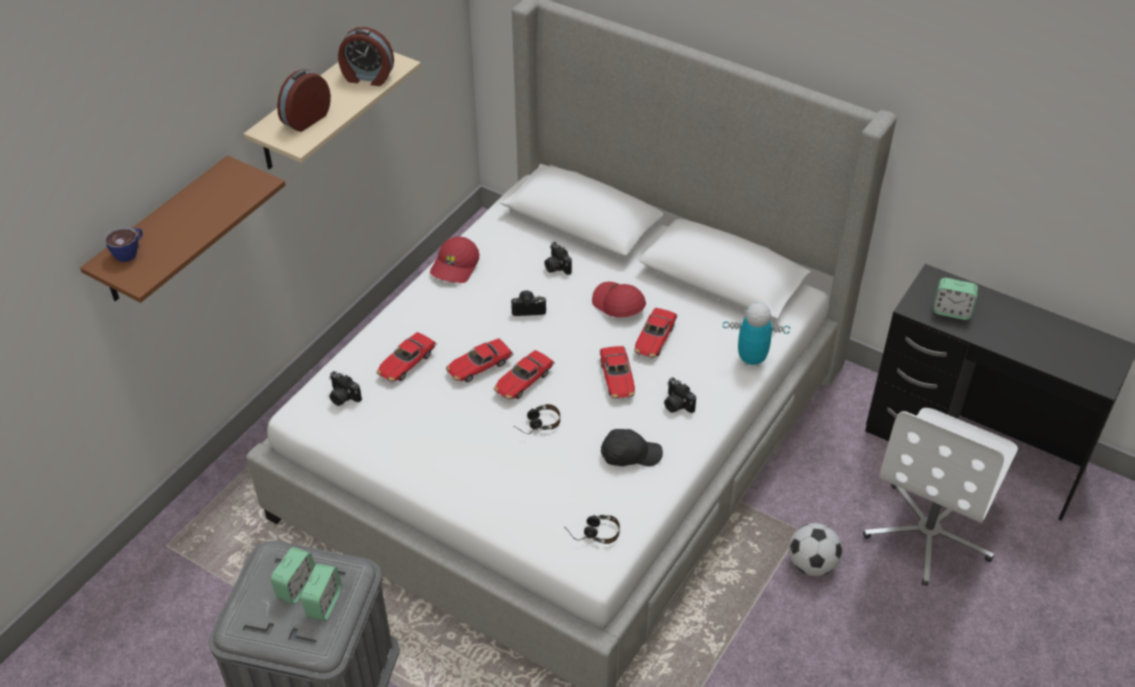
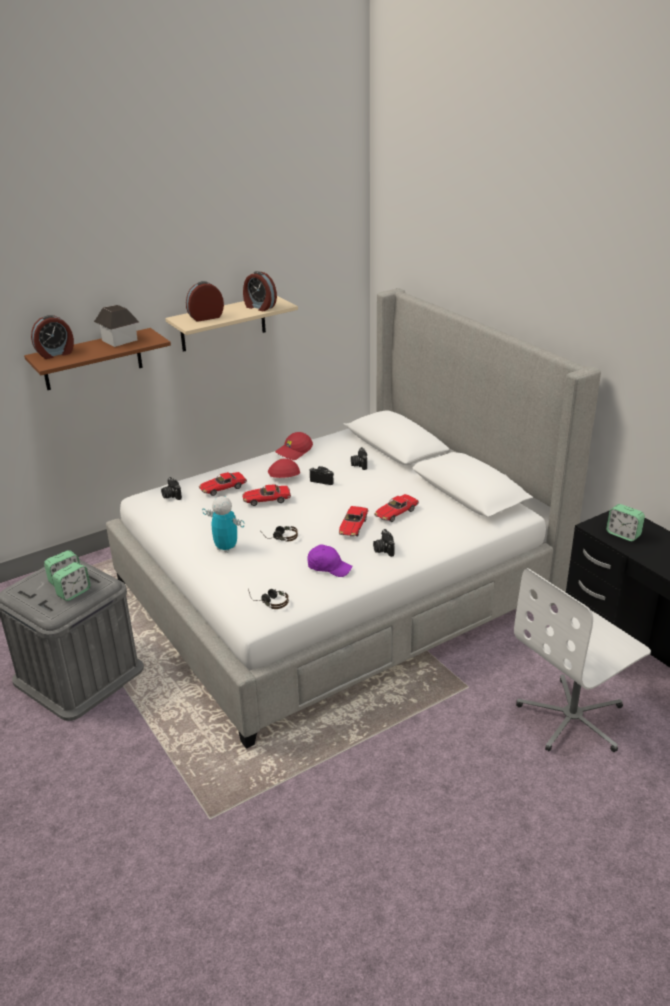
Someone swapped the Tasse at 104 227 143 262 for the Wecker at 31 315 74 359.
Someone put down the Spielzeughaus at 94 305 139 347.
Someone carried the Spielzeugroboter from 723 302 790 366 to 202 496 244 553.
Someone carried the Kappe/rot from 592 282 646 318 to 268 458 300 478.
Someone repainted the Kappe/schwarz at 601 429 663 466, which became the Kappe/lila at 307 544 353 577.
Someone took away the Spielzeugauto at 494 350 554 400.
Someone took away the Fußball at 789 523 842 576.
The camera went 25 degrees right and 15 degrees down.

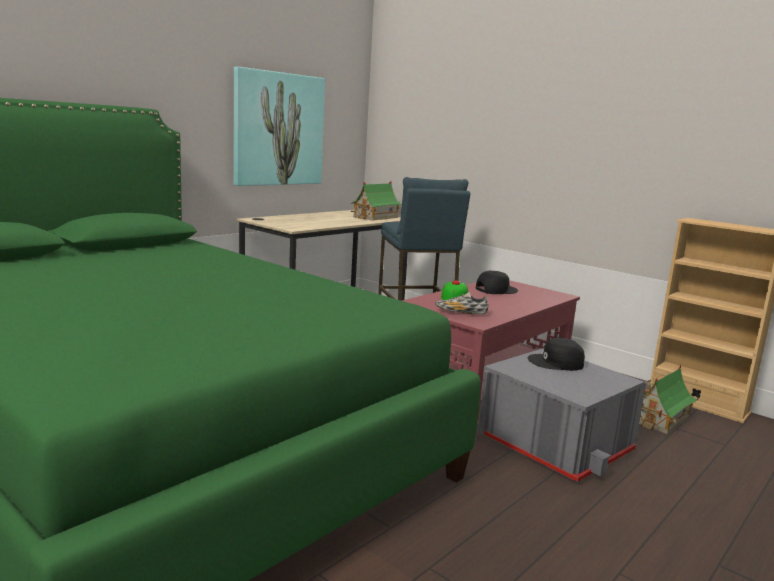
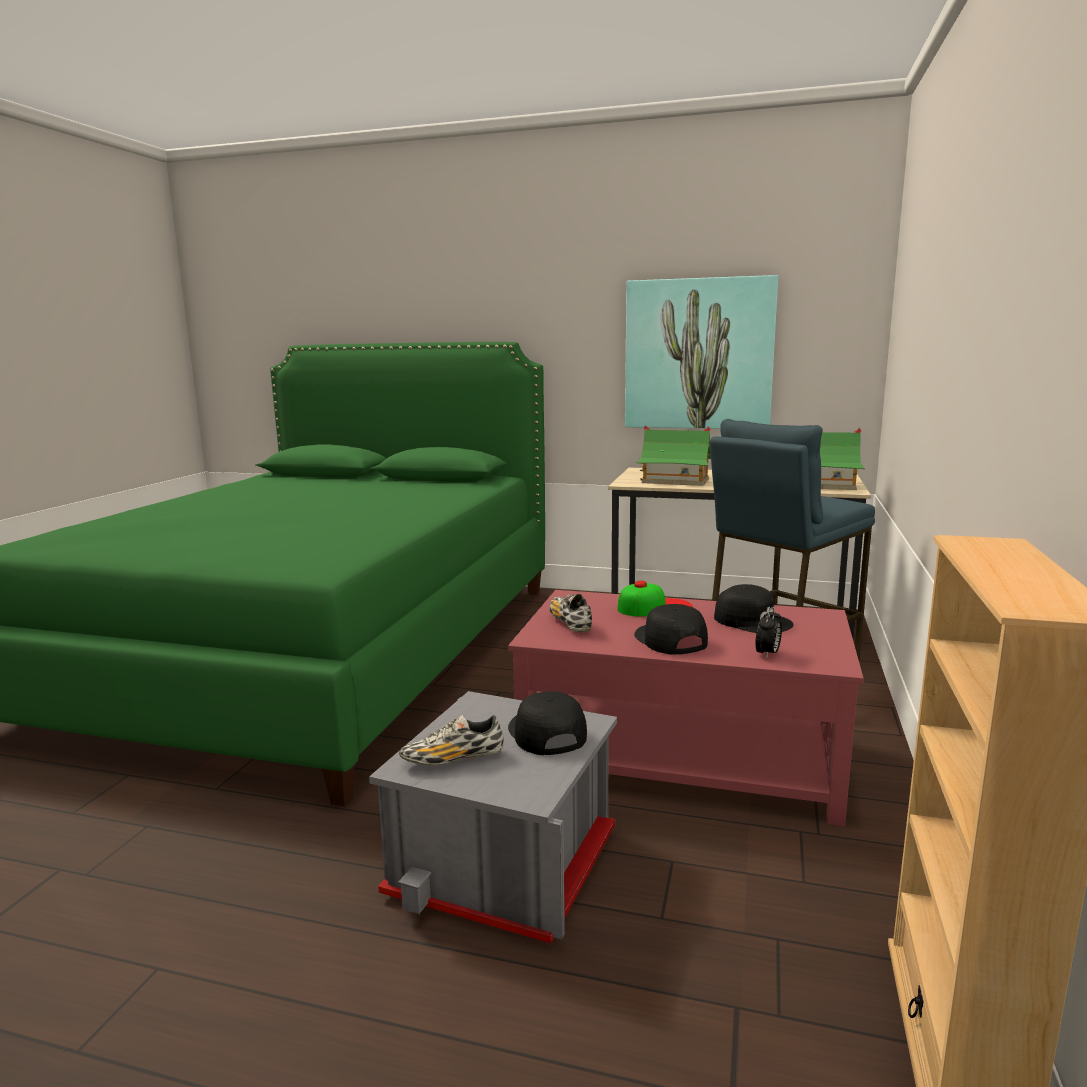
Someone put down the Schuh at 399 715 504 765.
Someone put down the Kappe/schwarz at 634 604 708 655.
Someone carried the Spielzeughaus from 639 365 698 434 to 637 425 711 486.
Someone put down the Wecker at 755 607 782 659.
The camera went 65 degrees right and 0 degrees up.

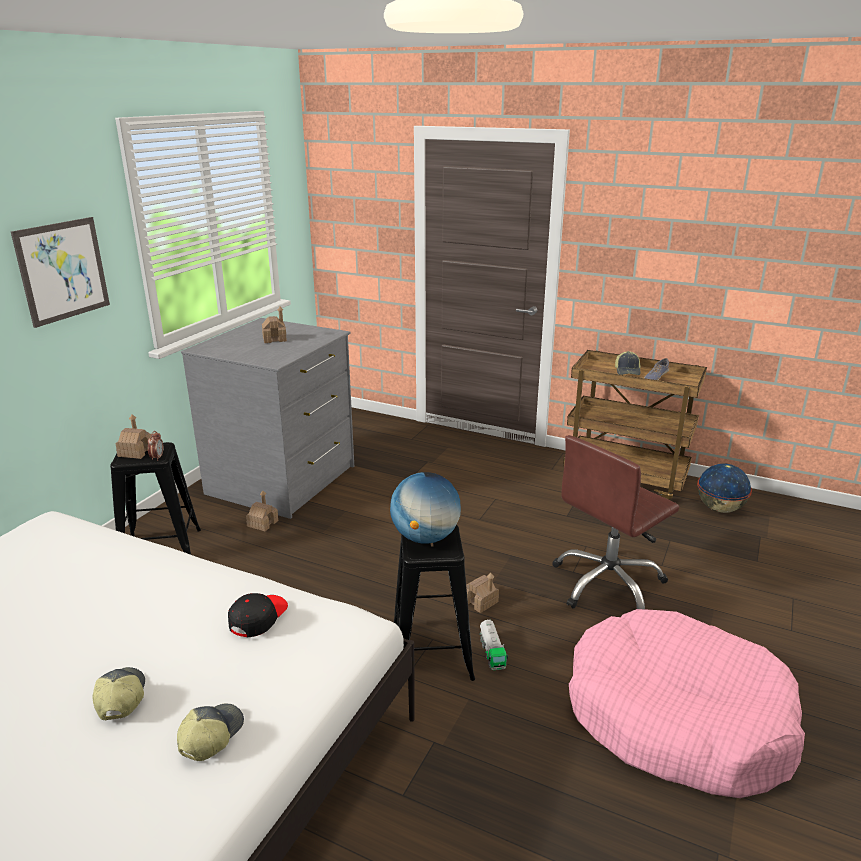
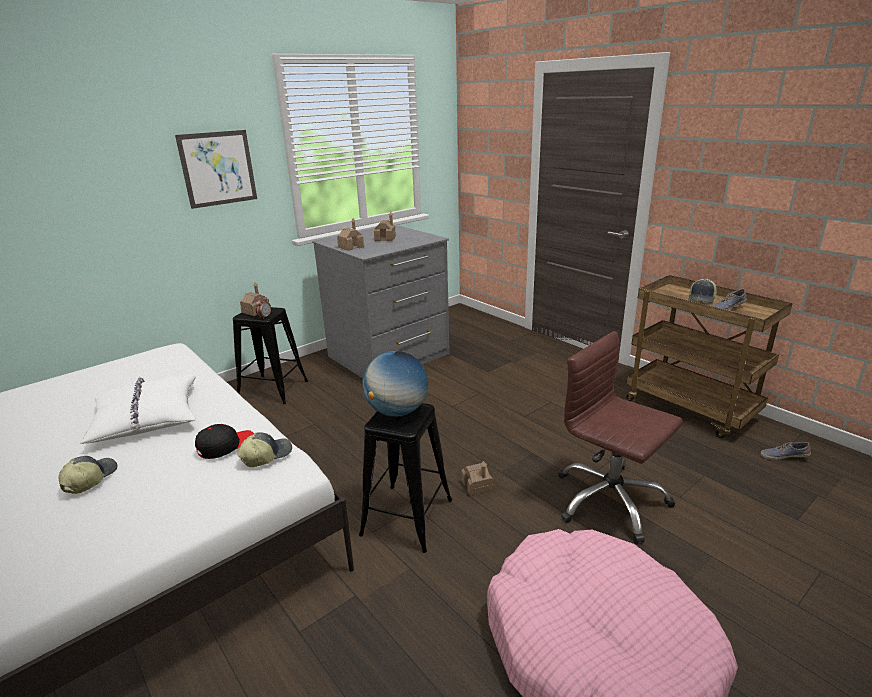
Someone put down the Kissen/weiß at 80 375 196 444.
Someone carried the Kappe from 177 703 244 762 to 237 432 292 467.
Someone carried the Spielzeughaus from 246 491 278 532 to 337 218 364 251.
Someone rotated the Bürostuhl/braun at 552 435 679 609 by 60 degrees clockwise.
Someone swapped the Globus at 697 464 752 513 for the Schuh at 760 442 811 460.
Someone took away the Spielzeuglaster at 480 619 508 670.
The camera went 25 degrees right and 0 degrees up.

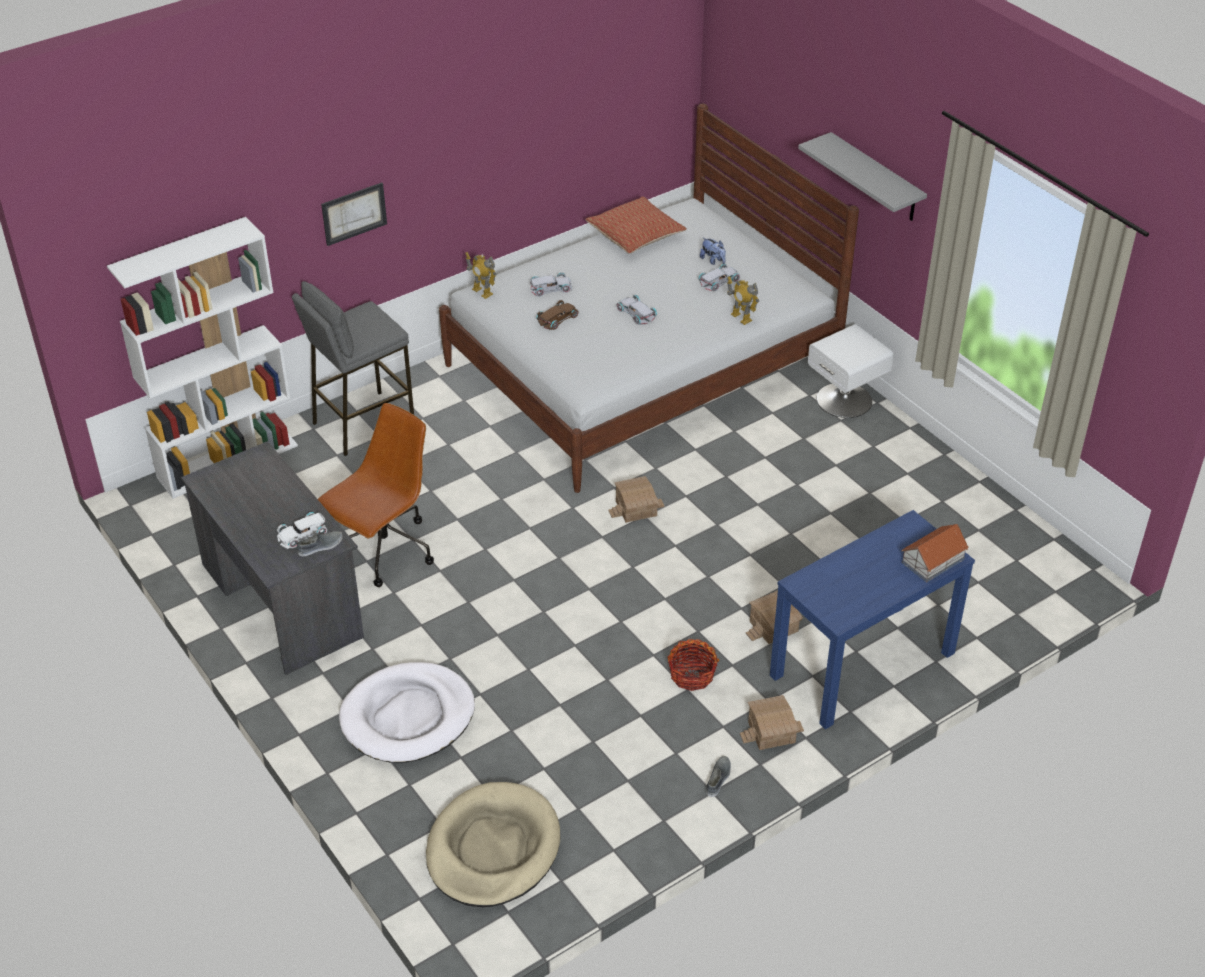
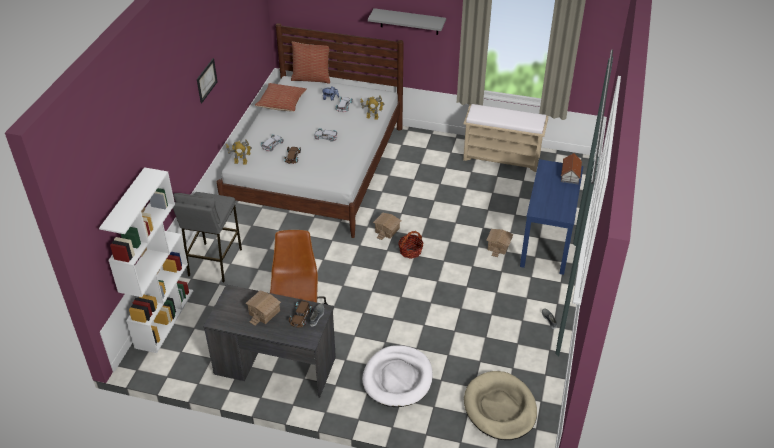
Someone carried the Bild from 321 182 387 246 to 197 58 218 103.
Someone carried the Spielzeughaus from 740 695 804 750 to 245 290 281 326.
Someone repainted the Spielzeugauto/weiß at 277 512 328 549, which became the Spielzeugauto/braun at 289 301 313 327.
Someone put down the Kissen at 291 42 330 84.
Someone carried the Korb from 667 639 719 691 to 398 231 424 259.
Someone put down the Bank/beige at 463 104 548 172.
Someone took away the Nachttisch/weiß at 808 324 893 418.
The camera went 40 degrees left and 0 degrees up.

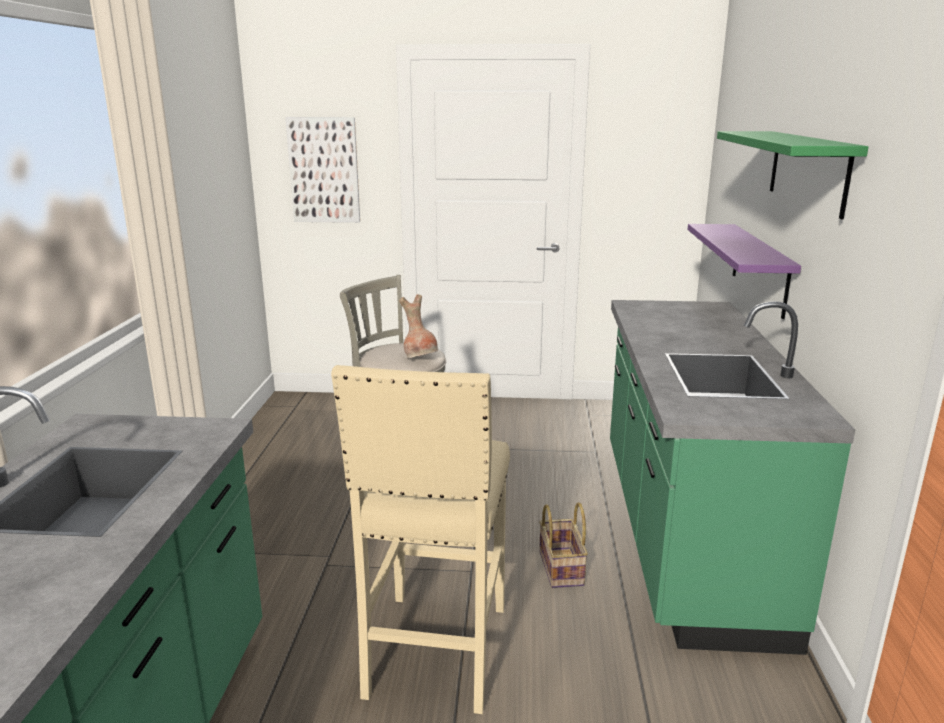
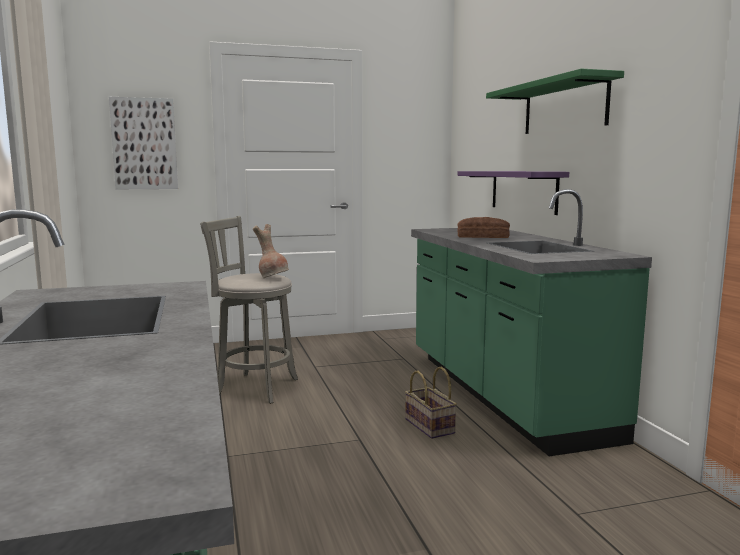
Someone put down the Brot at 457 217 510 238.
Someone took away the Hocker/beige at 331 365 510 714.
The camera went 20 degrees left and 10 degrees down.

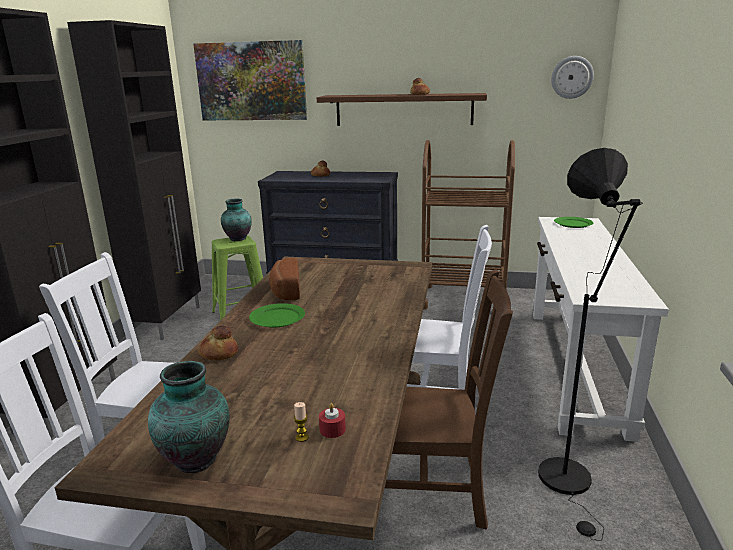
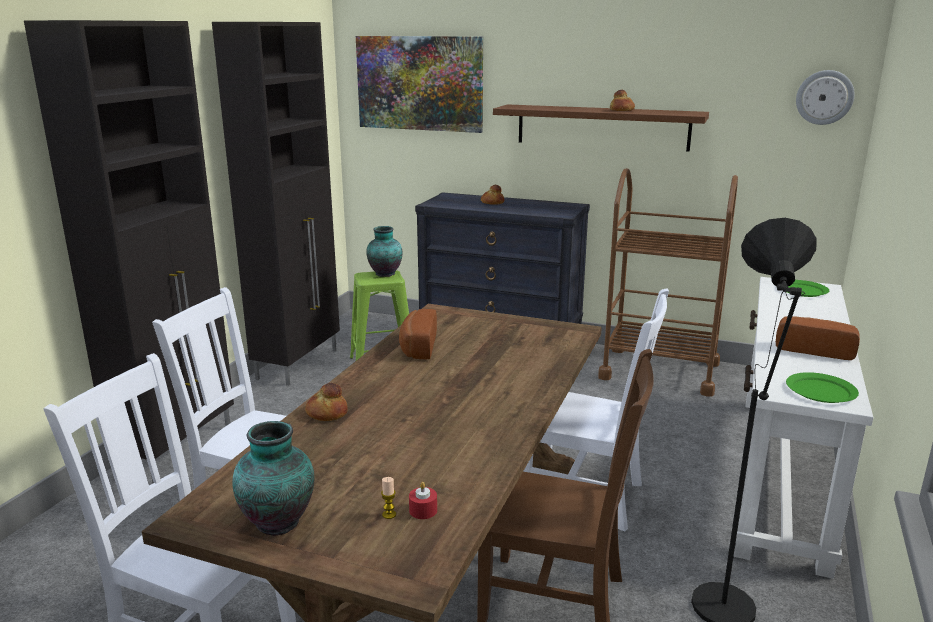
Someone put down the Brot at 776 316 860 360.
Someone carried the Teller/grün from 249 303 305 328 to 786 372 859 403.
The camera went 10 degrees right and 0 degrees up.

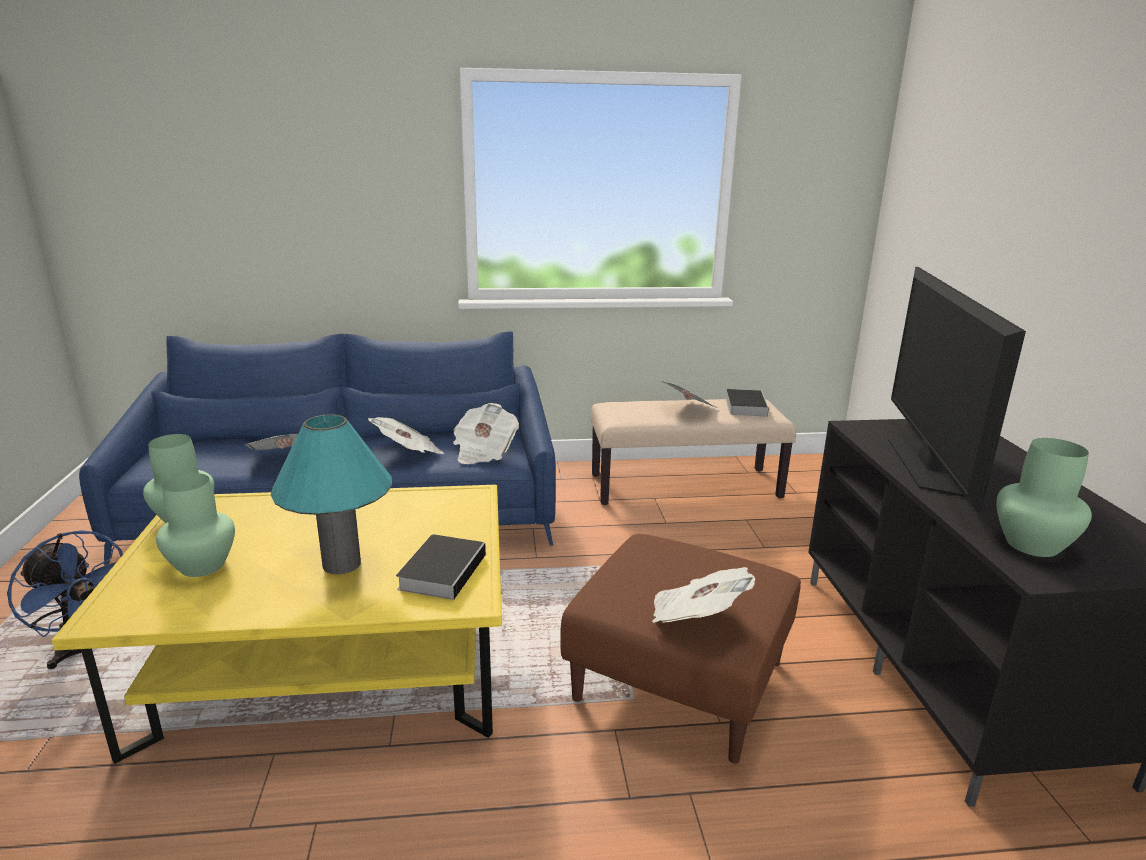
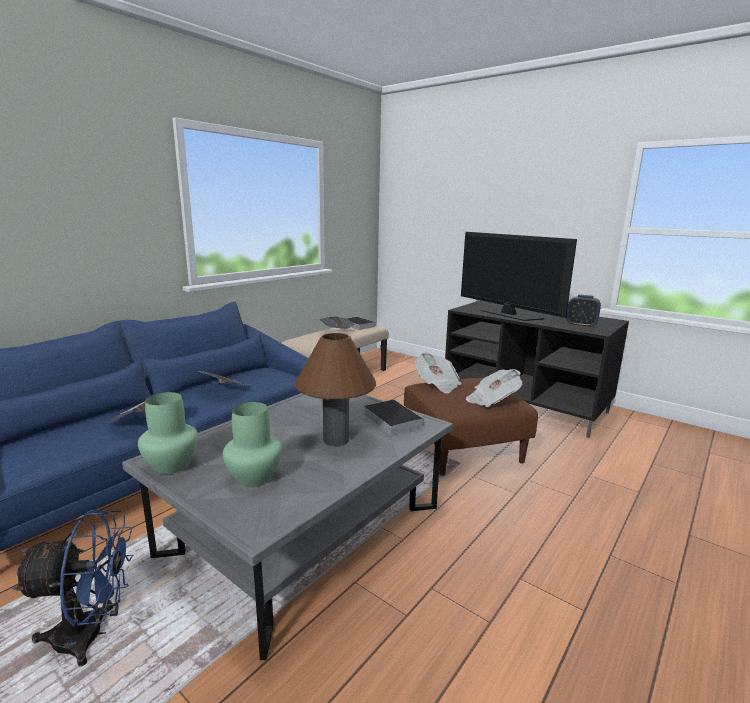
Someone repainted the Couchtisch/gelb at 52 485 502 764, which became the Couchtisch/grau at 122 393 453 660.
Someone repainted the Tischlampe/türkis at 271 414 392 574, which became the Tischlampe/braun at 295 333 376 446.
Someone carried the Zeitung from 453 403 519 464 to 415 352 462 394.
Someone swapped the Vase/grün at 996 438 1092 557 for the Wecker at 566 295 601 328.
The camera went 45 degrees left and 5 degrees down.

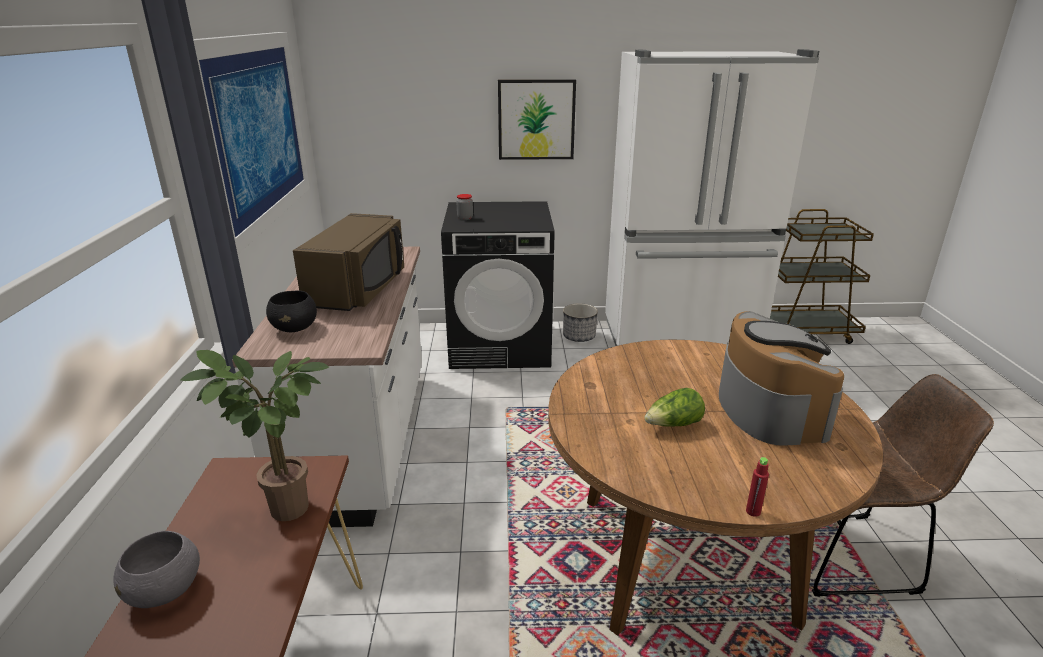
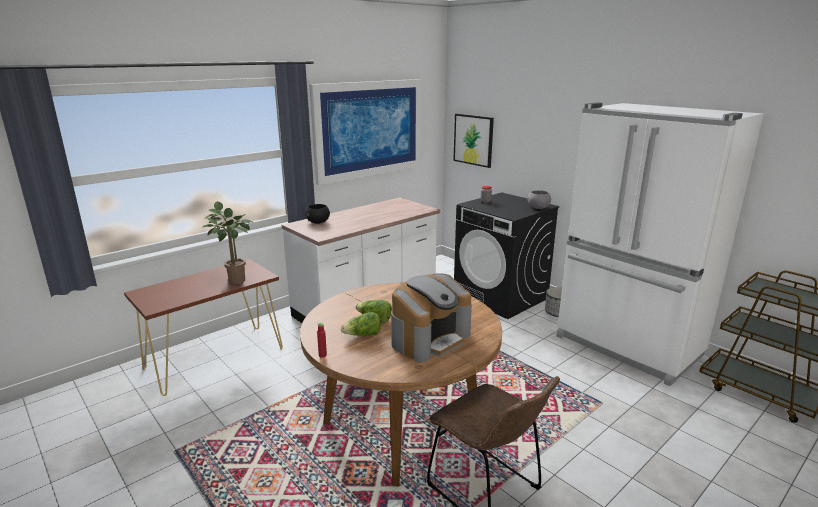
Someone put down the Salatkopf at 341 312 381 336.
Someone carried the Bild from 498 79 576 160 to 453 114 494 168.
Someone carried the Schüssel/grau from 113 531 200 608 to 527 190 551 209.
Someone took away the Mikrowelle/braun at 293 213 404 311.
The camera went 50 degrees right and 5 degrees down.

